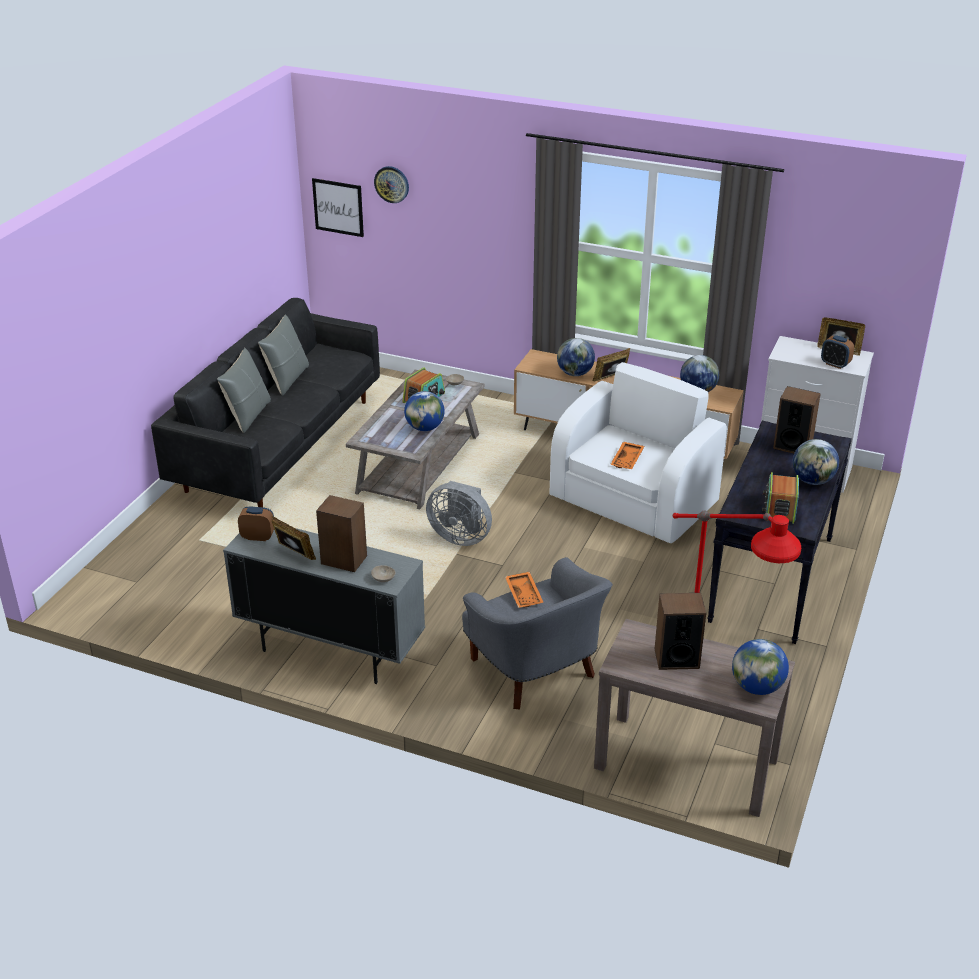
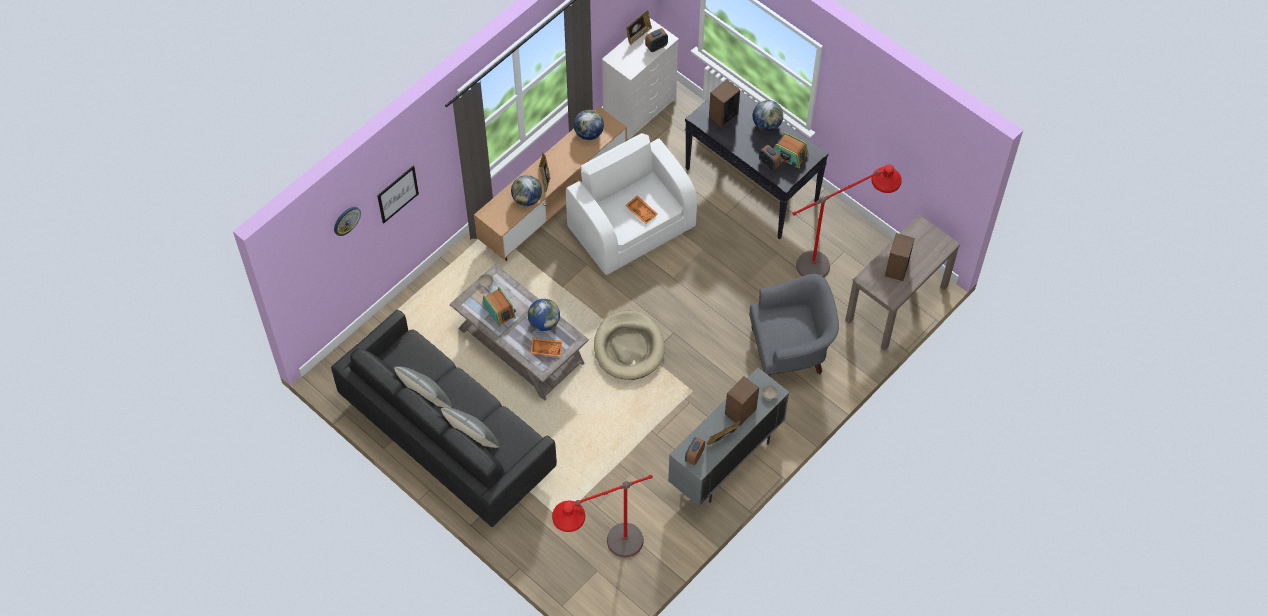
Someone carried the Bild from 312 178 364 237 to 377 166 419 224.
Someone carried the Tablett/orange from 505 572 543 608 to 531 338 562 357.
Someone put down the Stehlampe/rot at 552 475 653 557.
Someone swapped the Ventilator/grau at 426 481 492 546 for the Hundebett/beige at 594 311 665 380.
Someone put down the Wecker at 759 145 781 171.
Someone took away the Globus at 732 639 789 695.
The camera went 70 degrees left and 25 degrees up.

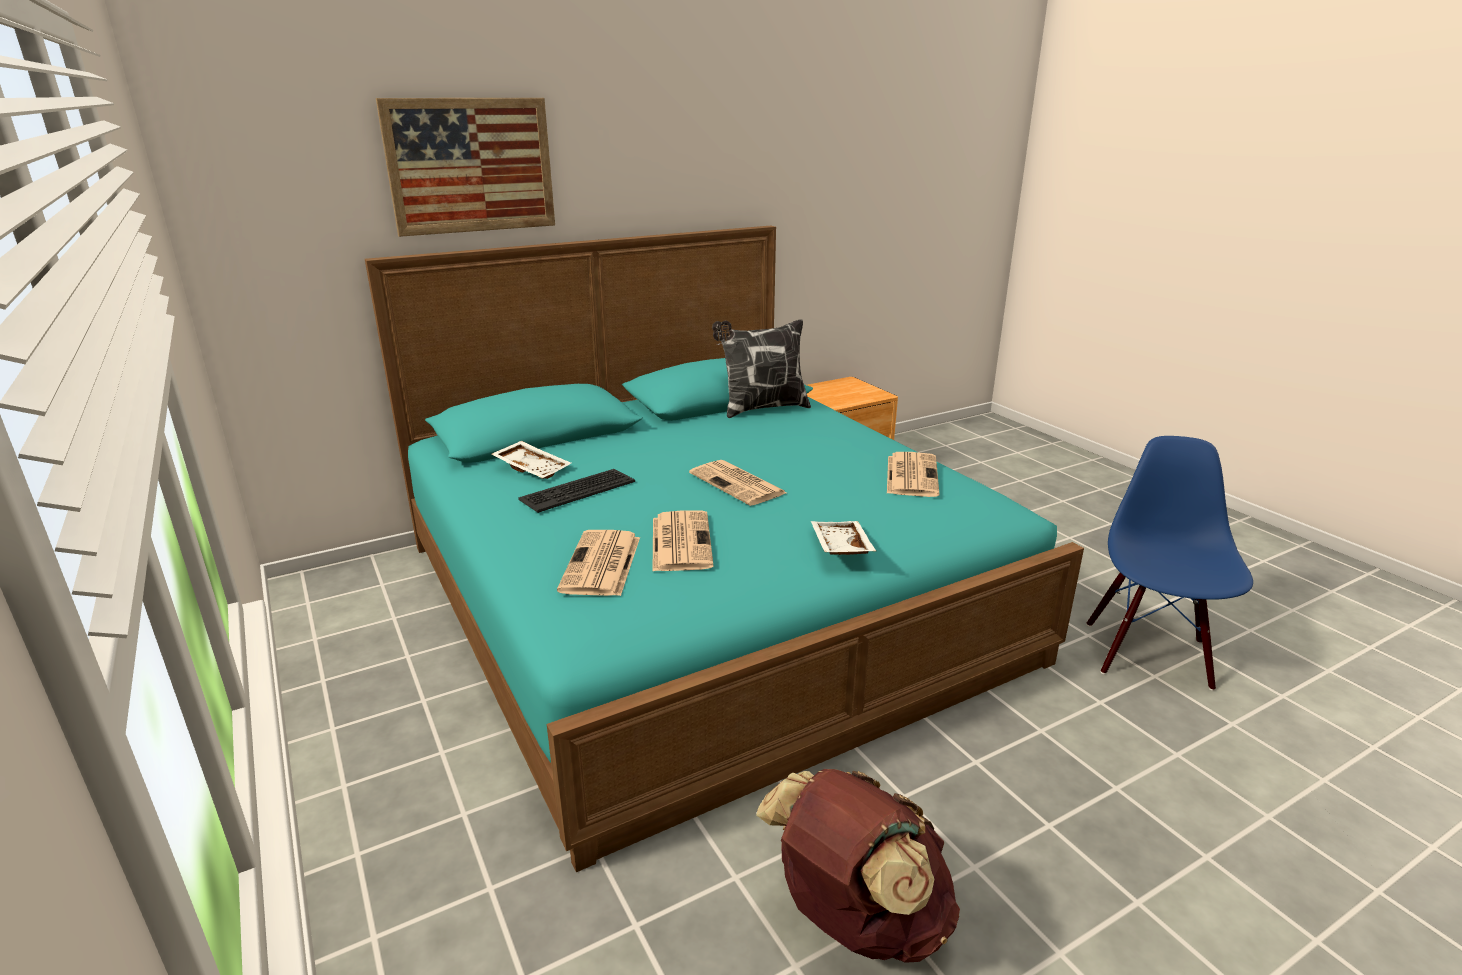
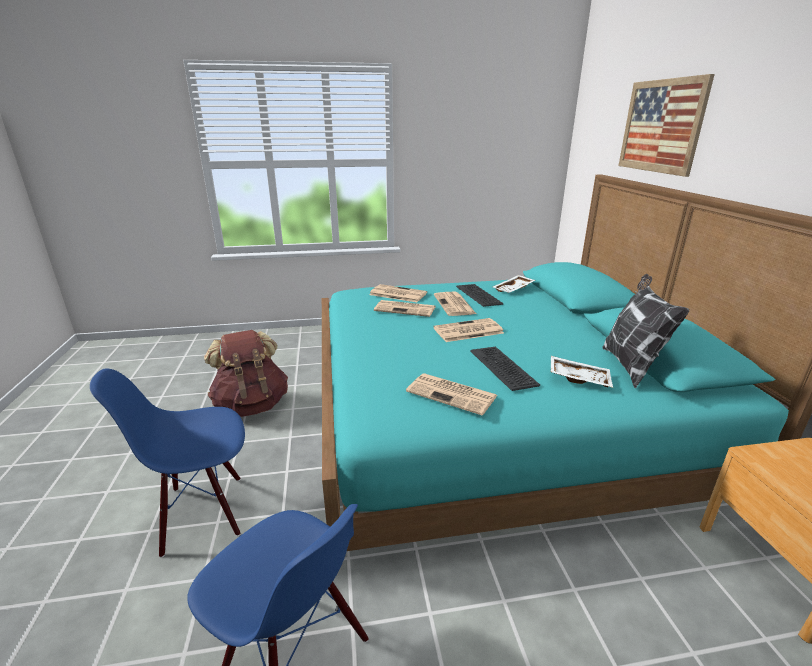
Someone put down the Stuhl/blau at 90 368 245 558.
Someone put down the Zeitung at 434 292 476 316.
Someone put down the Tastatur at 470 346 540 391.
Someone carried the Tablett/weiß from 811 521 876 555 to 551 356 613 388.
The camera went 110 degrees right and 0 degrees up.

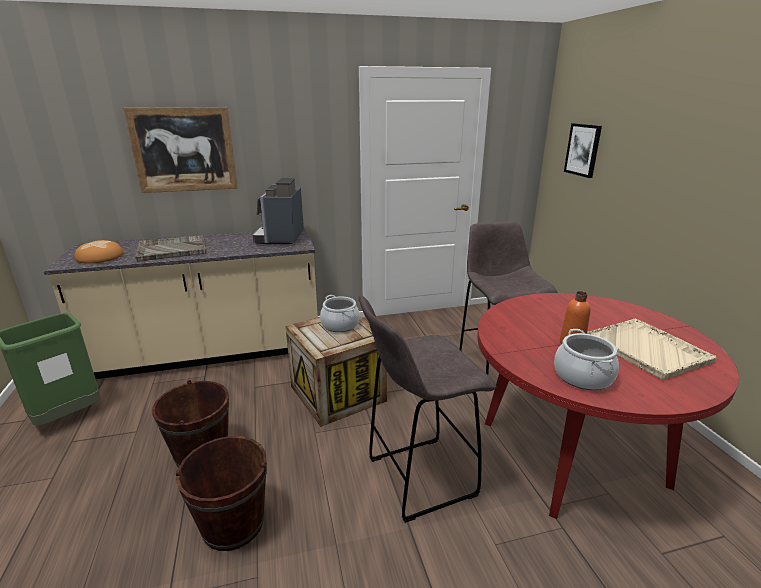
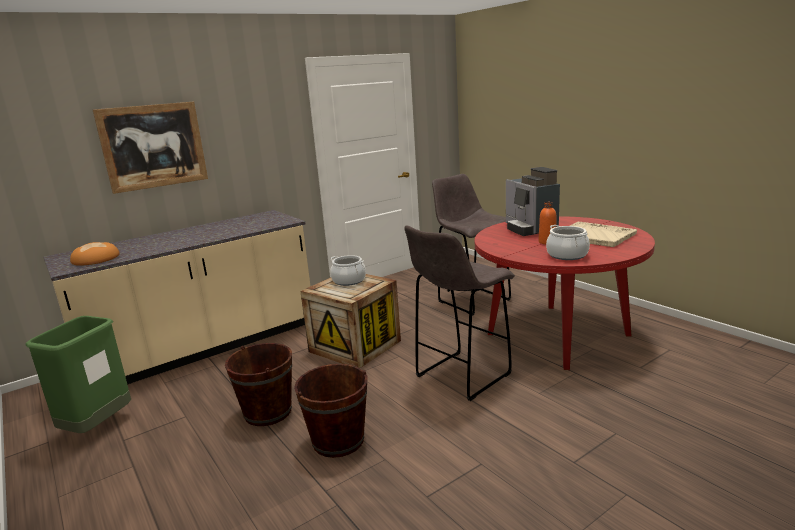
Someone carried the Kaffeemaschine from 253 178 304 244 to 506 167 560 236.
Someone took away the Tablett/grau at 135 235 207 262.
Someone took away the Bild at 564 123 602 178.
The camera went 20 degrees left and 5 degrees down.

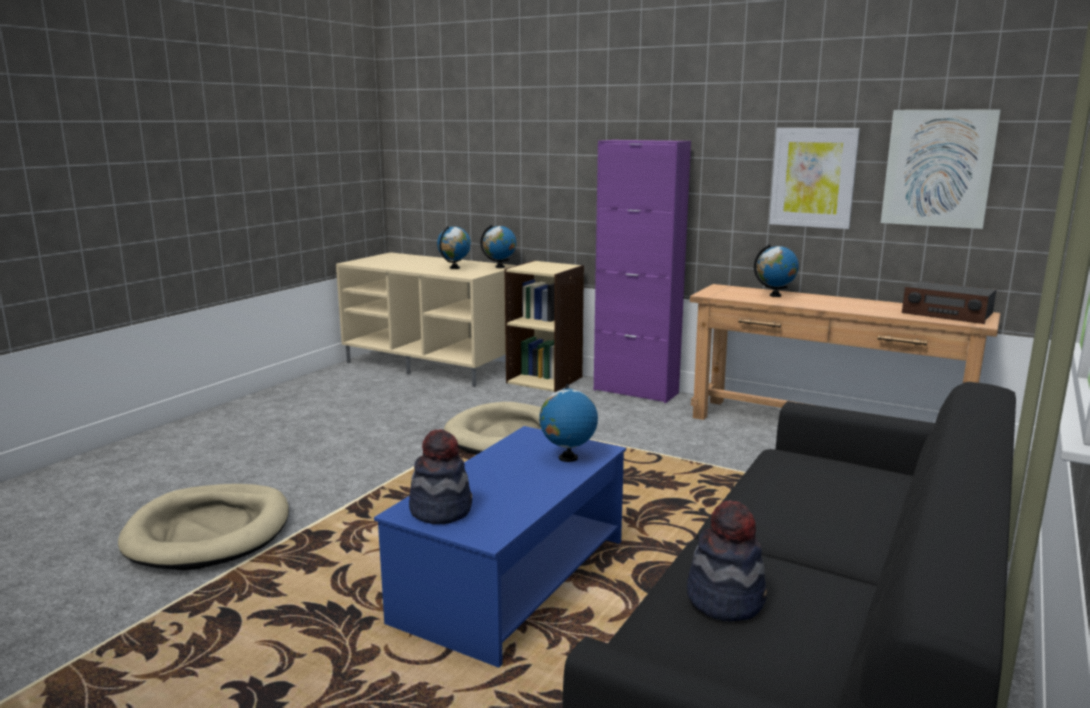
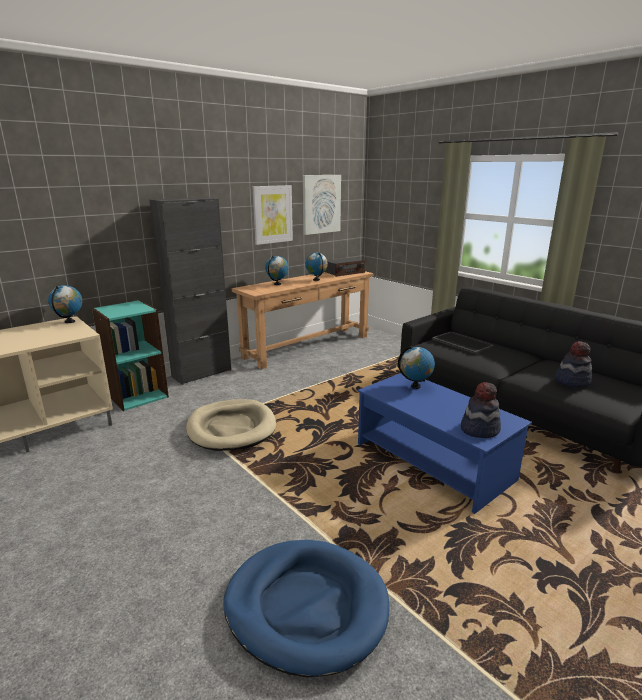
Someone repainted the Bücherregal/beige at 504 261 584 392, which became the Bücherregal/türkis at 92 300 169 411.
Someone repainted the Schrank/lila at 594 140 691 403, which became the Schrank/schwarz at 150 197 231 385.
Someone repainted the Hundebett/beige at 118 484 289 570, which became the Hundebett/blau at 223 540 389 677.
Someone carried the Globus from 437 226 471 269 to 305 253 328 281.
Someone put down the Tablett at 432 332 494 354.
The camera went 70 degrees left and 5 degrees up.

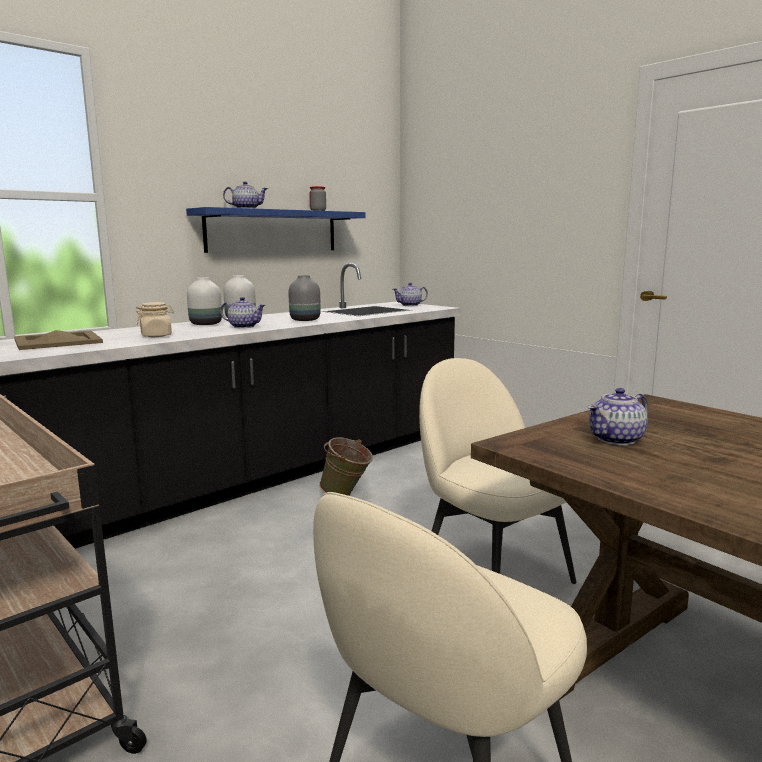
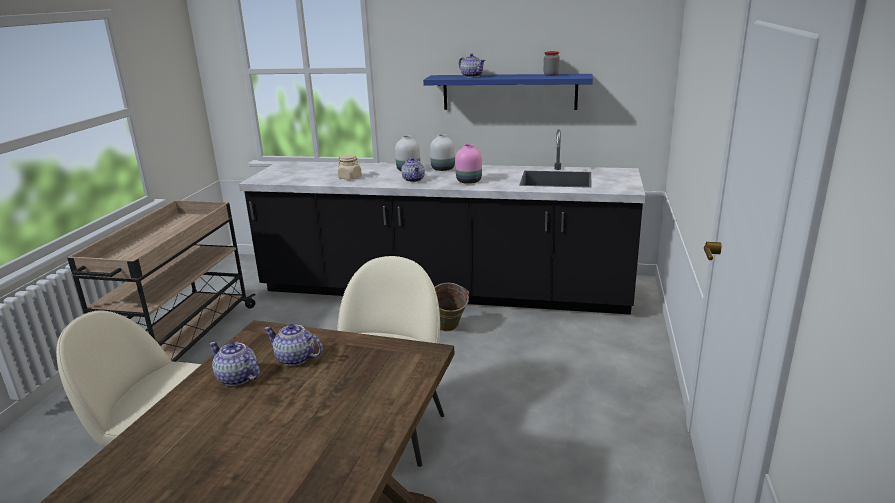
Someone carried the Teekanne from 393 283 428 306 to 209 342 260 386.
Someone repainted the Vase/grau at 289 275 321 321, which became the Vase/rosa at 455 144 482 184.
Someone took away the Tablett/beige at 14 330 103 350.
The camera went 55 degrees right and 10 degrees up.

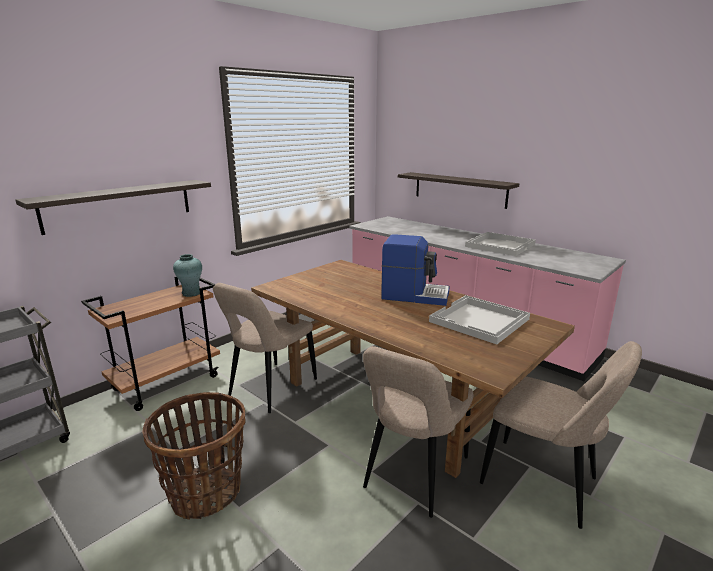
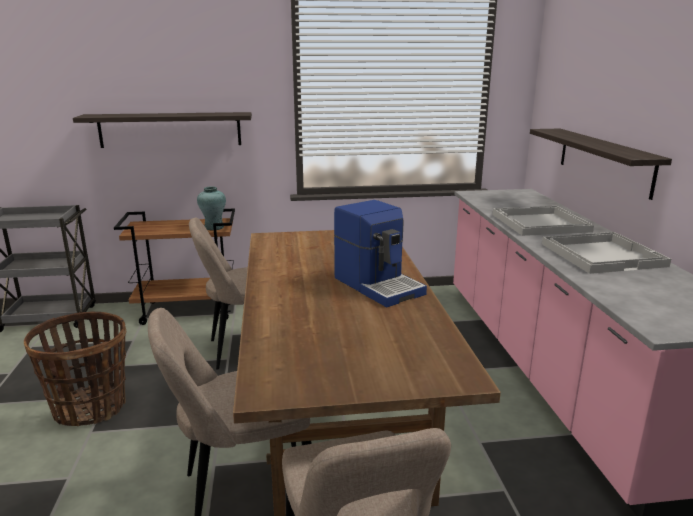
Someone carried the Tablett/weiß from 429 295 530 344 to 493 206 594 236.
The camera went 40 degrees right and 0 degrees up.

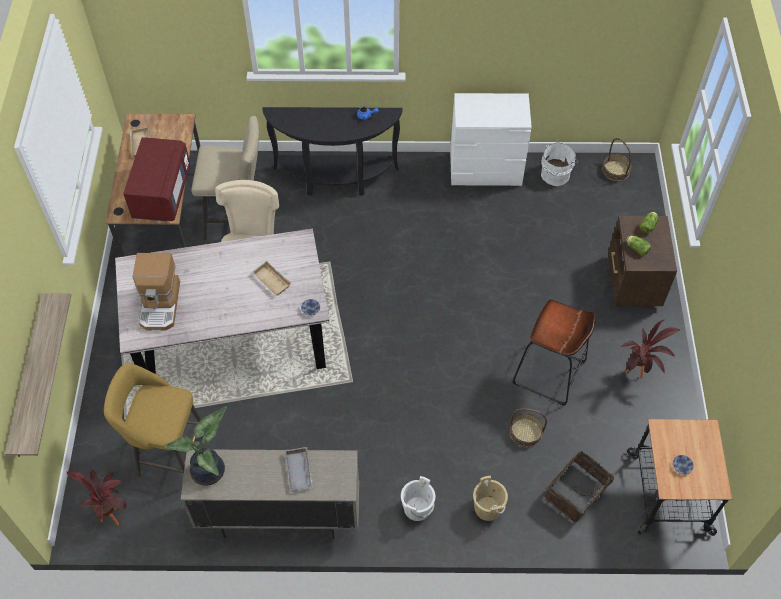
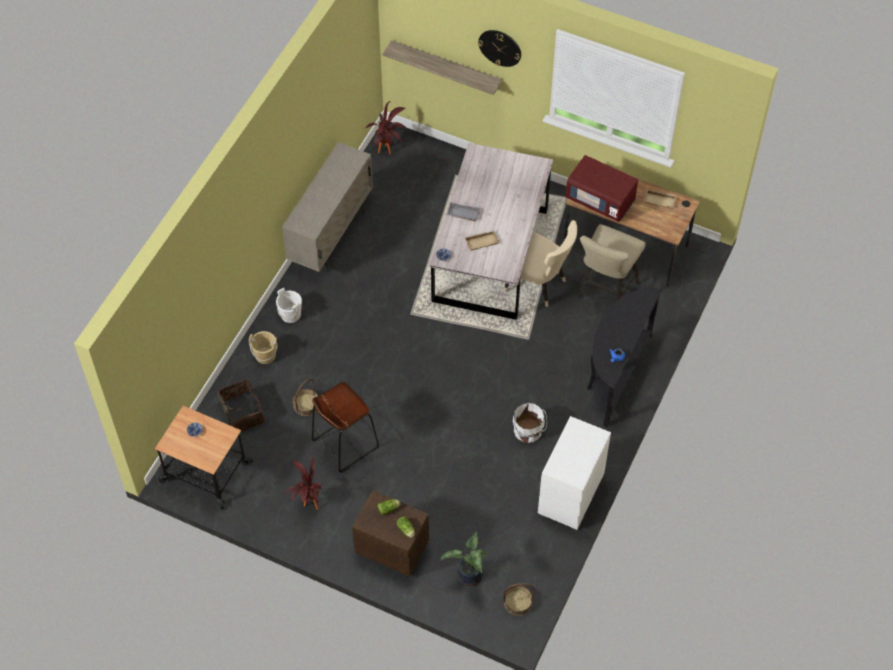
Someone carried the Topfpflanze from 164 406 227 486 to 441 532 488 586.
Someone carried the Tablett/grau from 284 447 313 492 to 447 202 480 221.
Someone put up the Wanduhr at 478 30 521 67.
Someone carried the Eimer/weiß from 541 142 578 186 to 513 403 547 443.
Someone took away the Hocker/gelb at 104 363 201 477.
Someone took away the Kaffeemaschine at 133 253 180 330.
The camera went 115 degrees right and 0 degrees up.

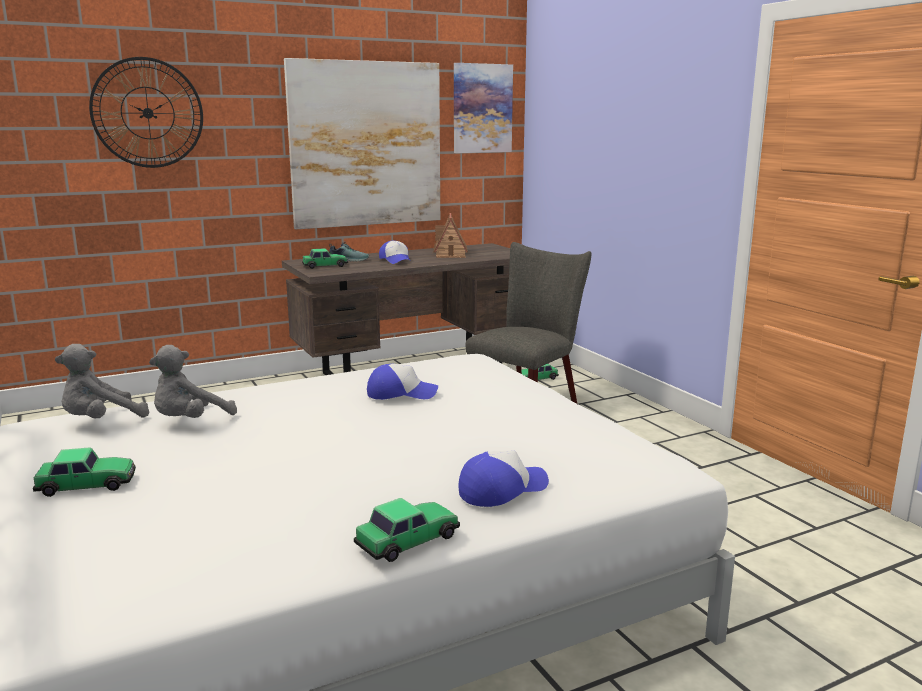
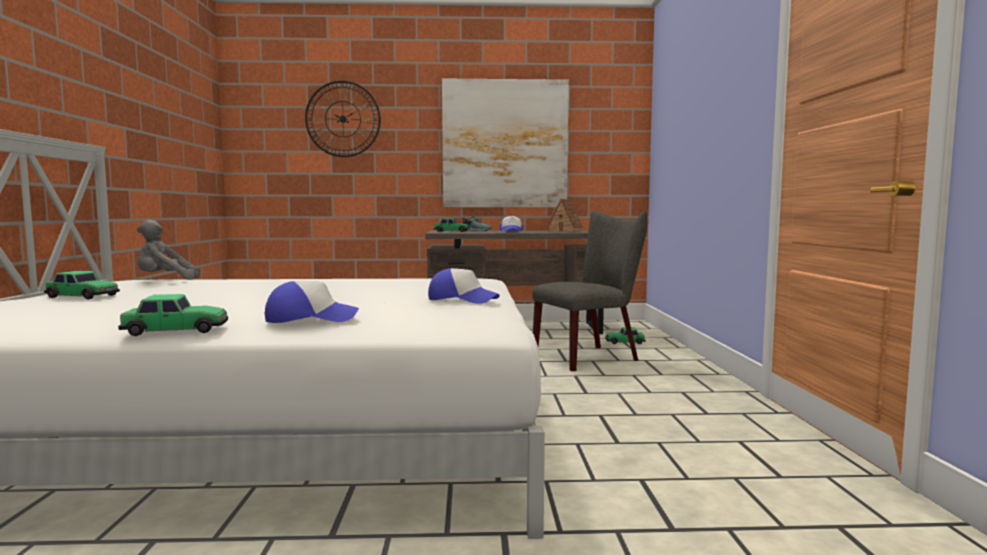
Someone carried the Kappe from 367 364 438 400 to 428 268 500 304.
Someone took away the Plüschtier/grau at 149 345 237 418.
Someone took away the Bild at 454 63 513 153.
The camera went 25 degrees right and 10 degrees down.

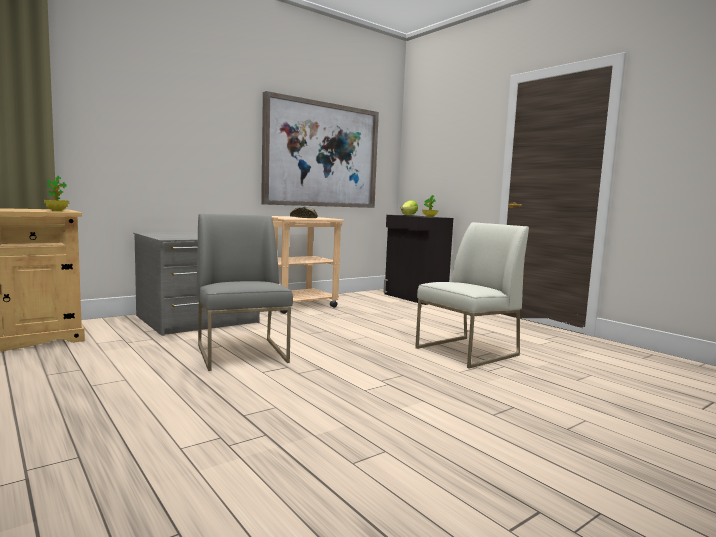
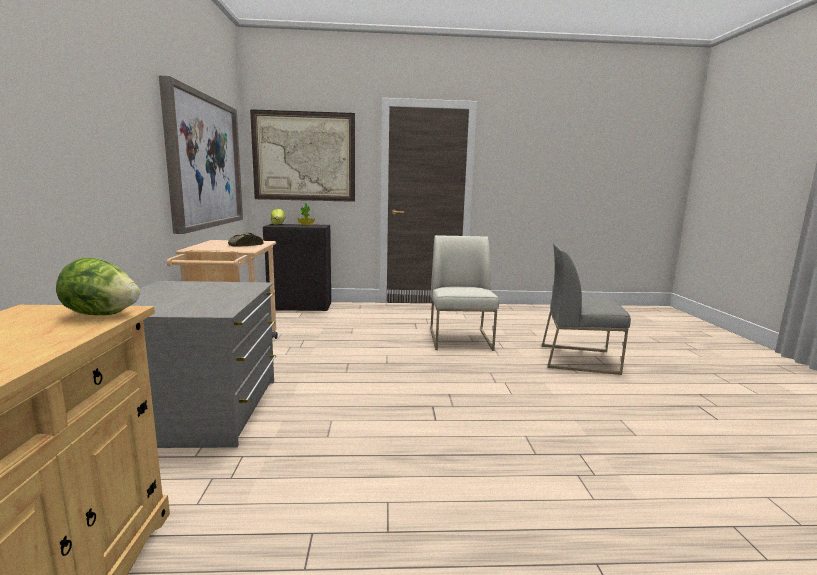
Someone swapped the Topfpflanze at 44 176 69 211 for the Salatkopf at 56 258 140 315.
Someone put up the Bild at 250 109 355 202.
Someone carried the Stuhl/grau from 197 214 293 371 to 542 243 631 375.
The camera went 55 degrees left and 5 degrees up.

